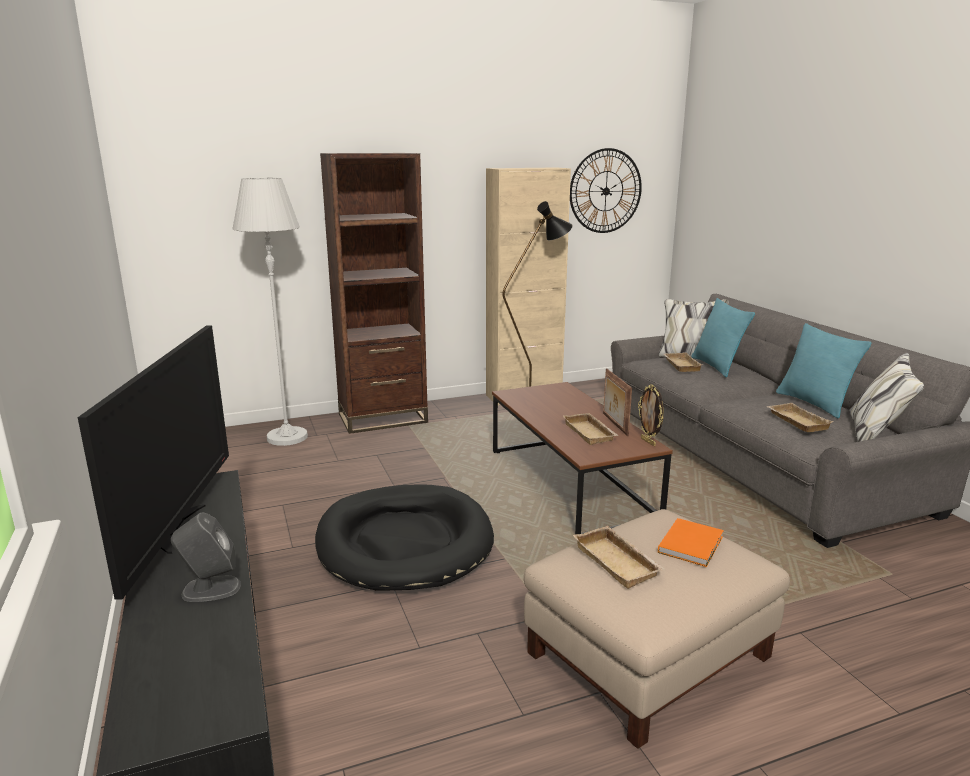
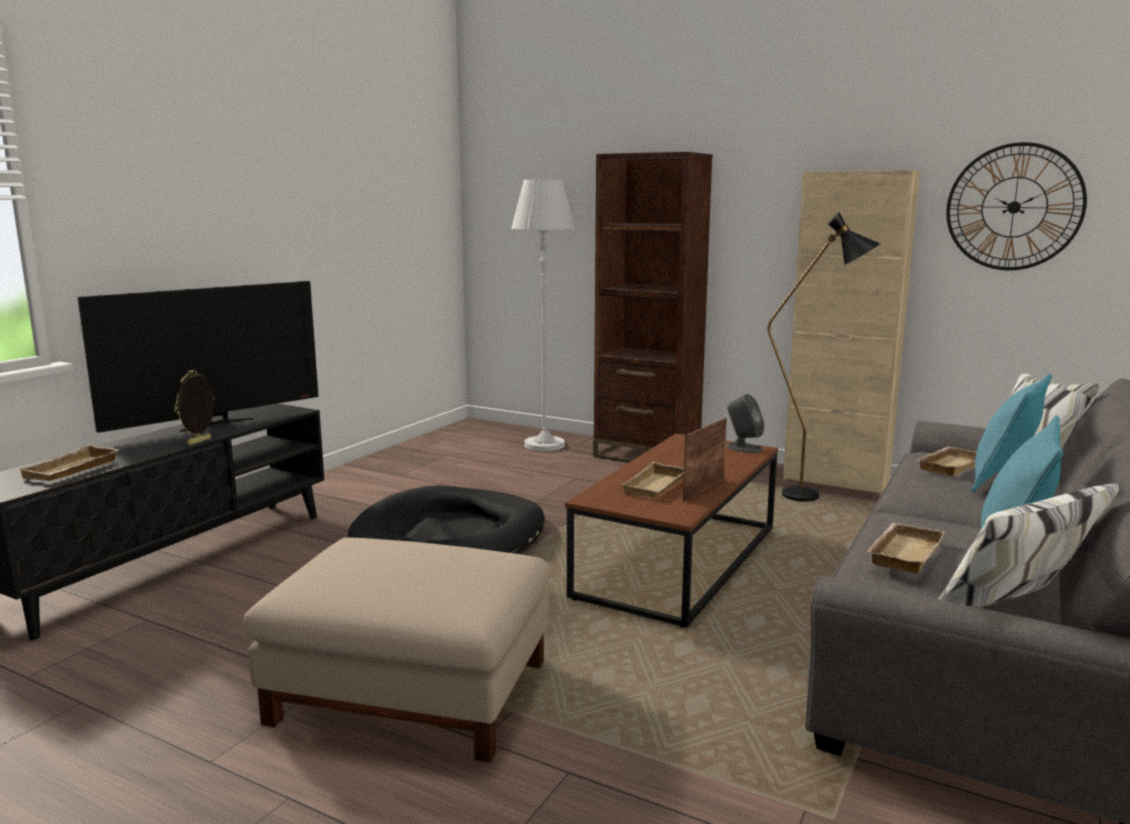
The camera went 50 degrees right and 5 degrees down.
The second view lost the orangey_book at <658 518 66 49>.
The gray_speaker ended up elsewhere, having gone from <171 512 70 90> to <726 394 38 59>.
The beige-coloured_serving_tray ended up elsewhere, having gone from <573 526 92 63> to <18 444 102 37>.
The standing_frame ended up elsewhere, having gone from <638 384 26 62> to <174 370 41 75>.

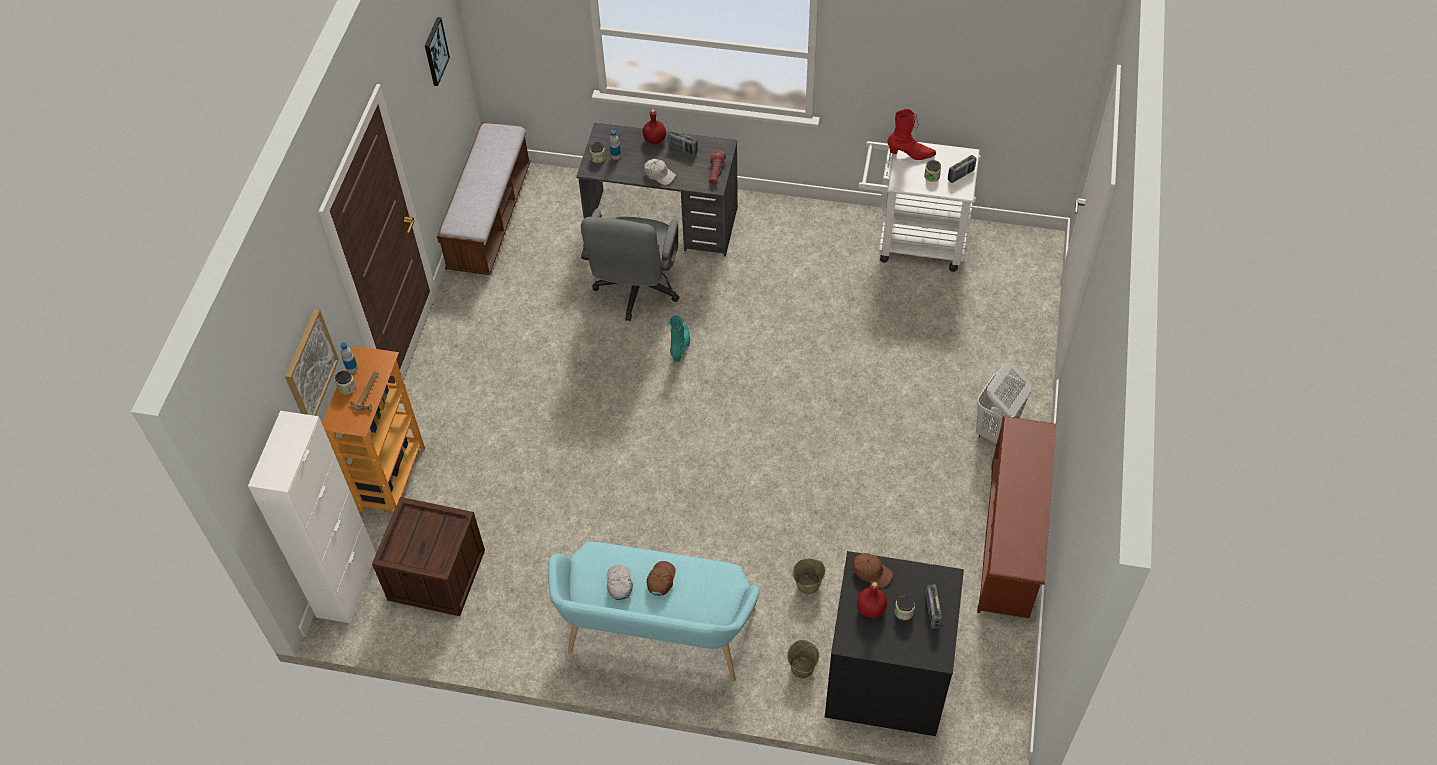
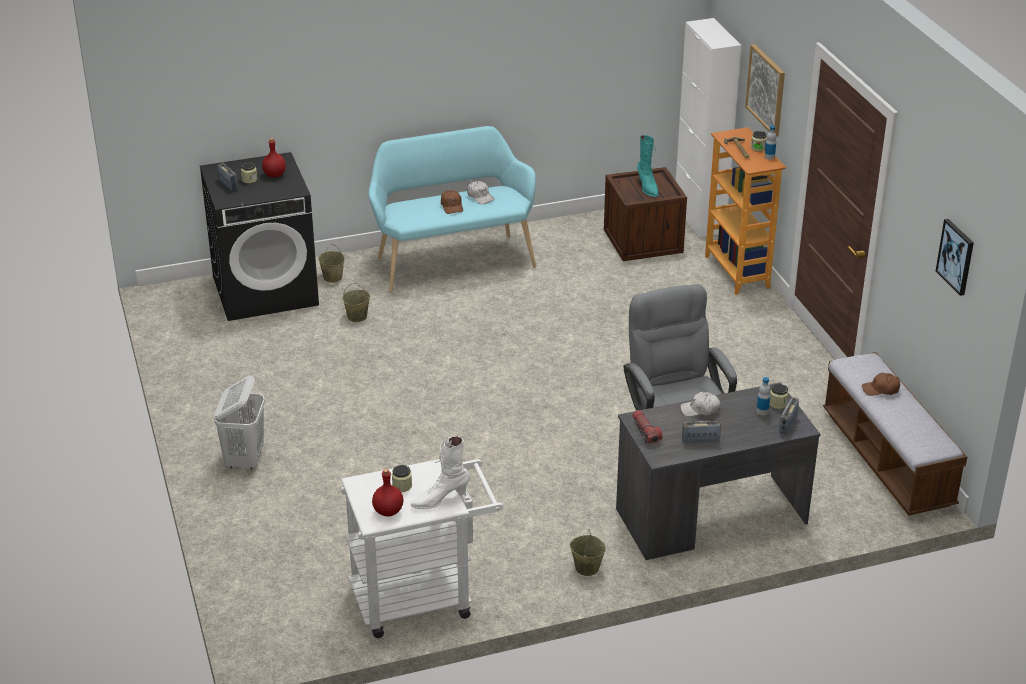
The camera went 150 degrees right and 20 degrees down.
The second view lost the brown_shoe_stand at <977 416 79 202>.
The second view gained the beige-coloured_water_bucket at <569 529 37 47>.
The red-coloured_drink_bottle ended up elsewhere, having gone from <643 109 23 35> to <372 468 31 49>.
The turquoise_tall_boot ended up elsewhere, having gone from <670 314 20 48> to <637 135 22 62>.
The brown_baseball_cap ended up elsewhere, having gone from <852 553 41 35> to <862 373 38 23>.
The radio ended up elsewhere, having gone from <948 155 29 28> to <779 397 20 38>.
What was the red-coloured_tall_boot at <887 109 49 51> turned into the white-coloured_tall_boot at <410 436 60 73>.

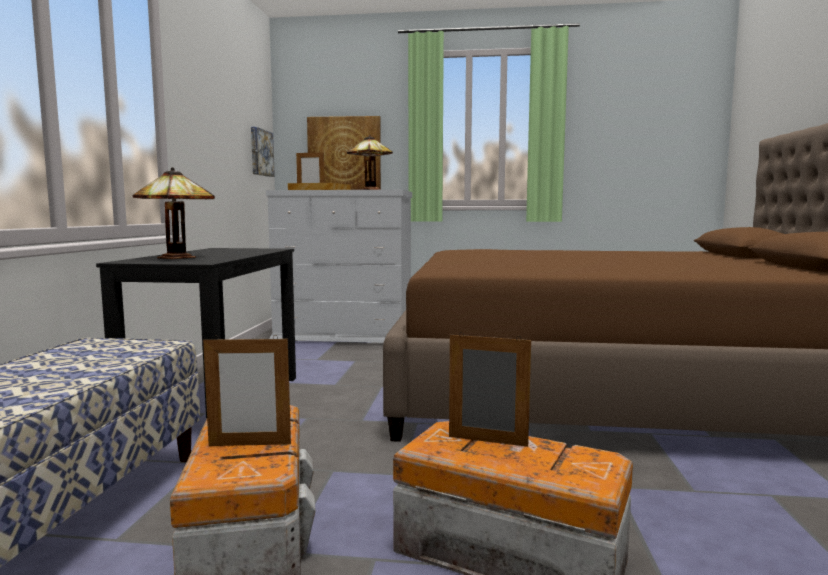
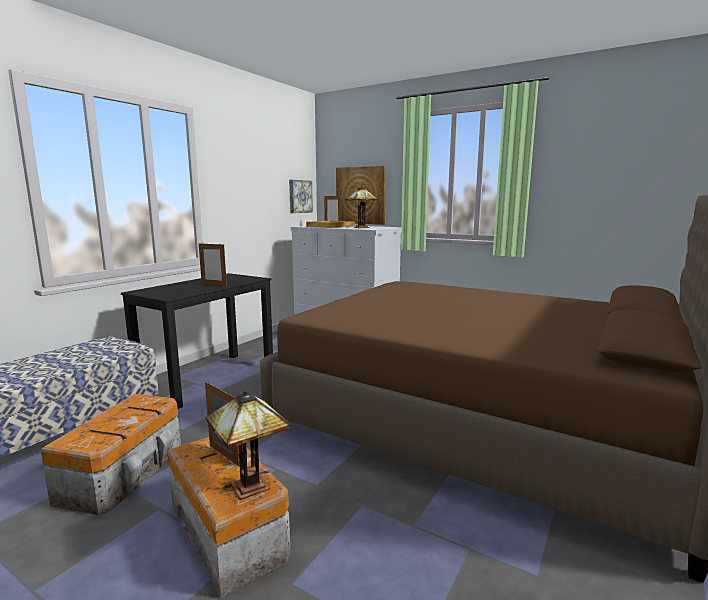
The camera went 25 degrees right and 5 degrees up.
The tabletop_lamp ended up elsewhere, having gone from <133 167 82 92> to <206 390 85 110>.
The standing_frame ended up elsewhere, having gone from <203 335 88 111> to <199 243 28 43>.

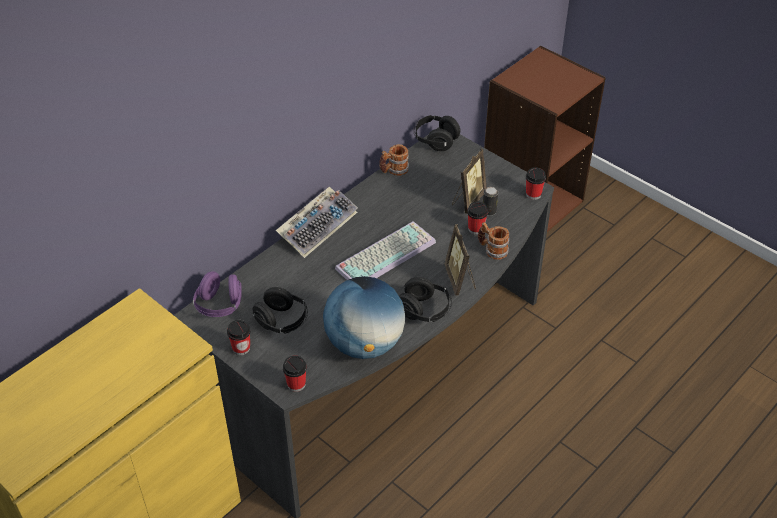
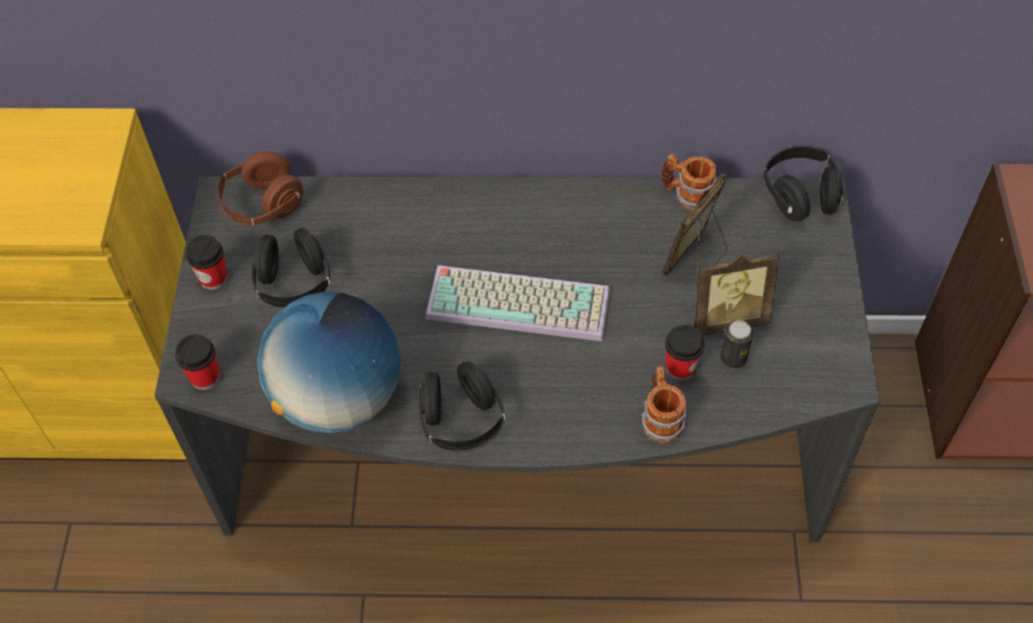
The camera went 50 degrees right and 10 degrees up.
The second view lost the keyboard at <276 186 82 72>.
The second view lost the drinking_cup at <526 168 20 32>.
The standing_frame ended up elsewhere, having gone from <445 224 31 71> to <661 174 66 113>.
What was the purple-coloured_headset at <193 271 49 46> turned into the brown_headset at <215 151 88 75>.

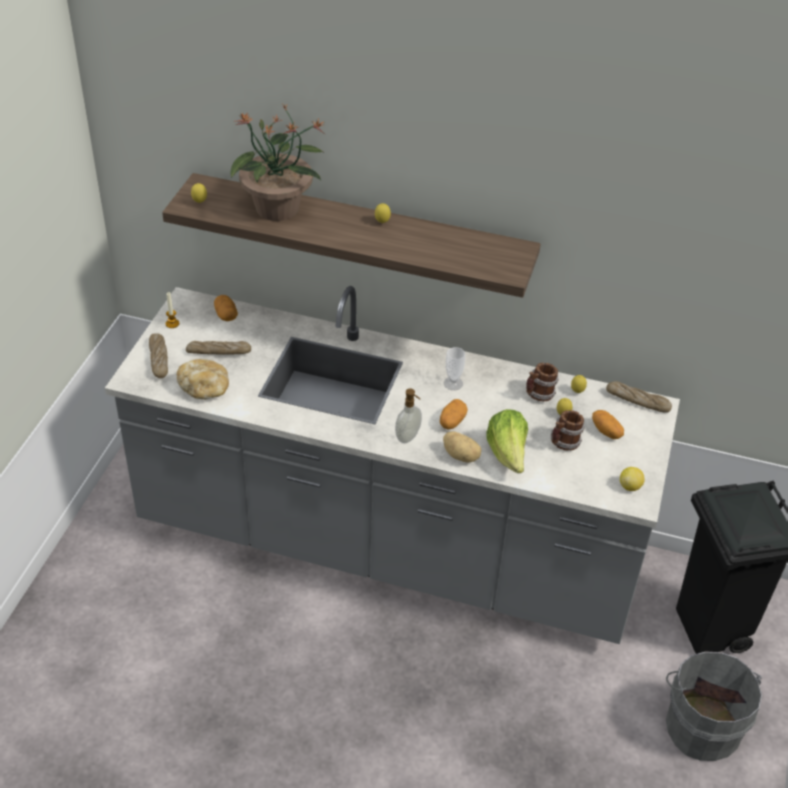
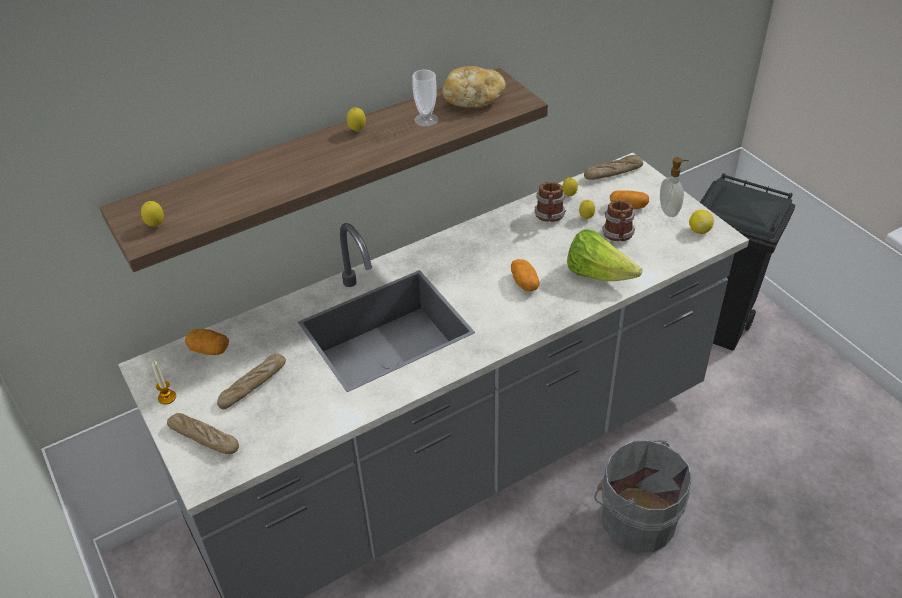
The camera went 45 degrees left and 0 degrees up.
The second view lost the houseplant at <230 104 95 117>.
The second view lost the potato at <443 431 38 32>.
The bakery_bread ended up elsewhere, having gone from <176 359 53 41> to <443 66 63 42>.
The soap_dispenser ended up elsewhere, having gone from <395 388 27 55> to <660 157 29 60>.
The drinking_cup ended up elsewhere, having gone from <444 347 21 43> to <412 69 26 58>.
The gray_water_bucket ended up elsewhere, having gone from <666 651 96 110> to <594 440 98 112>.

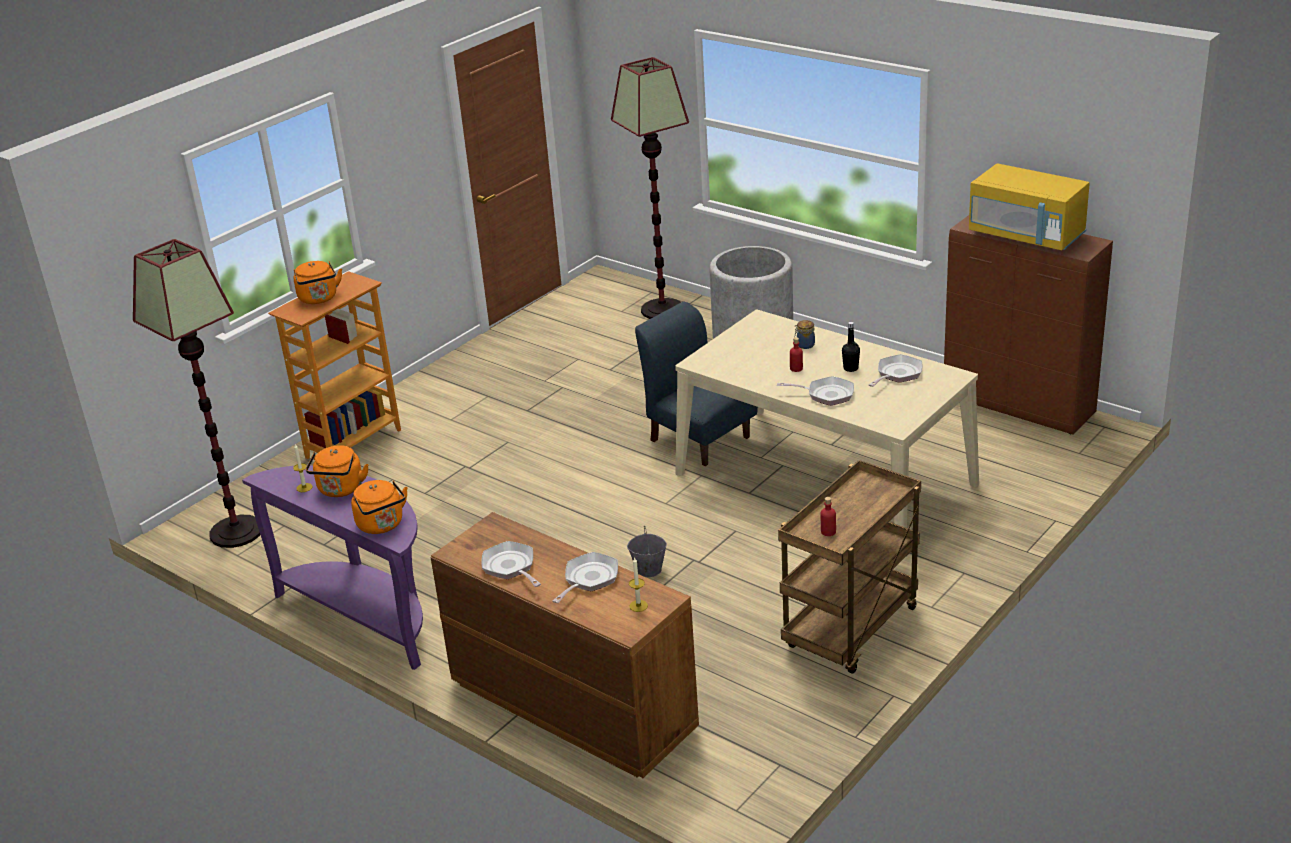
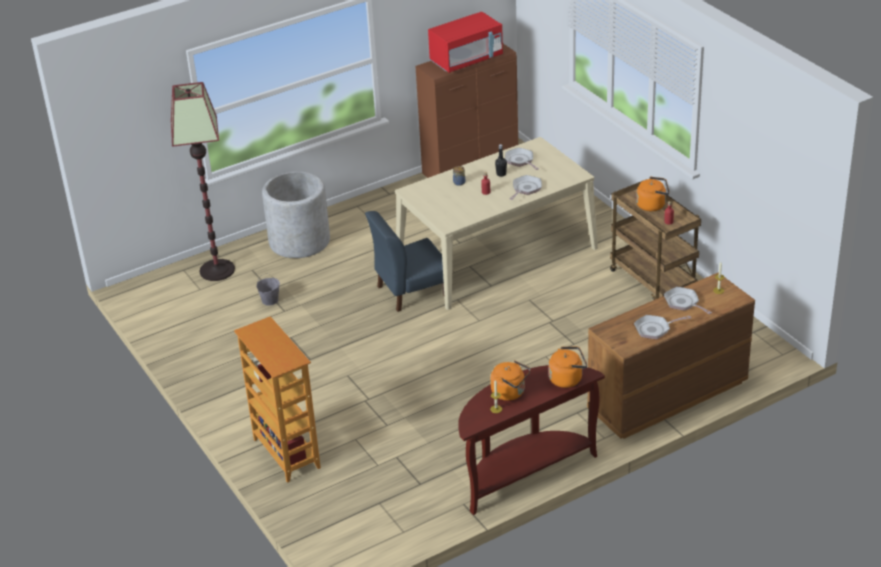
The camera went 70 degrees left and 5 degrees up.
The second view lost the floor_lamp at <133 239 127 309>.
The orangey_water_kettle ended up elsewhere, having gone from <294 261 48 43> to <636 177 33 34>.
The gray_water_bucket ended up elsewhere, having gone from <627 526 40 51> to <257 273 23 33>.
What was the purple-coloured_console_table at <242 465 181 205> turned into the brown_console_table at <458 365 147 150>.
What was the yellowish_microwave at <969 163 121 87> turned into the red-coloured_microwave at <428 12 75 61>.

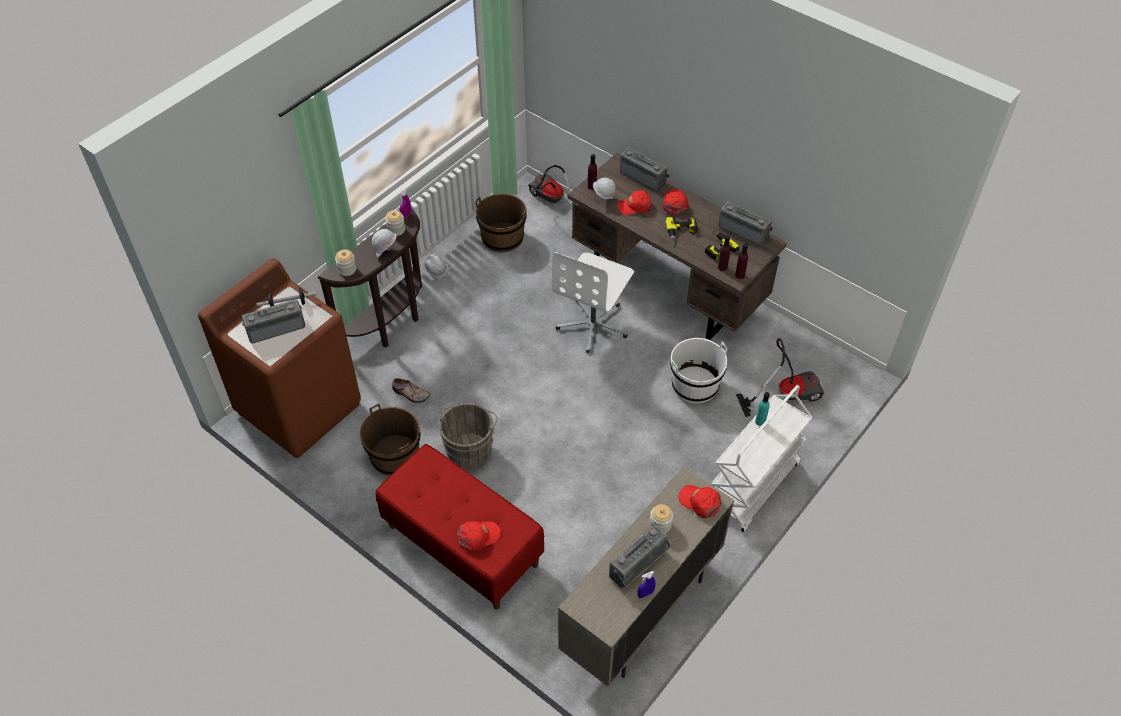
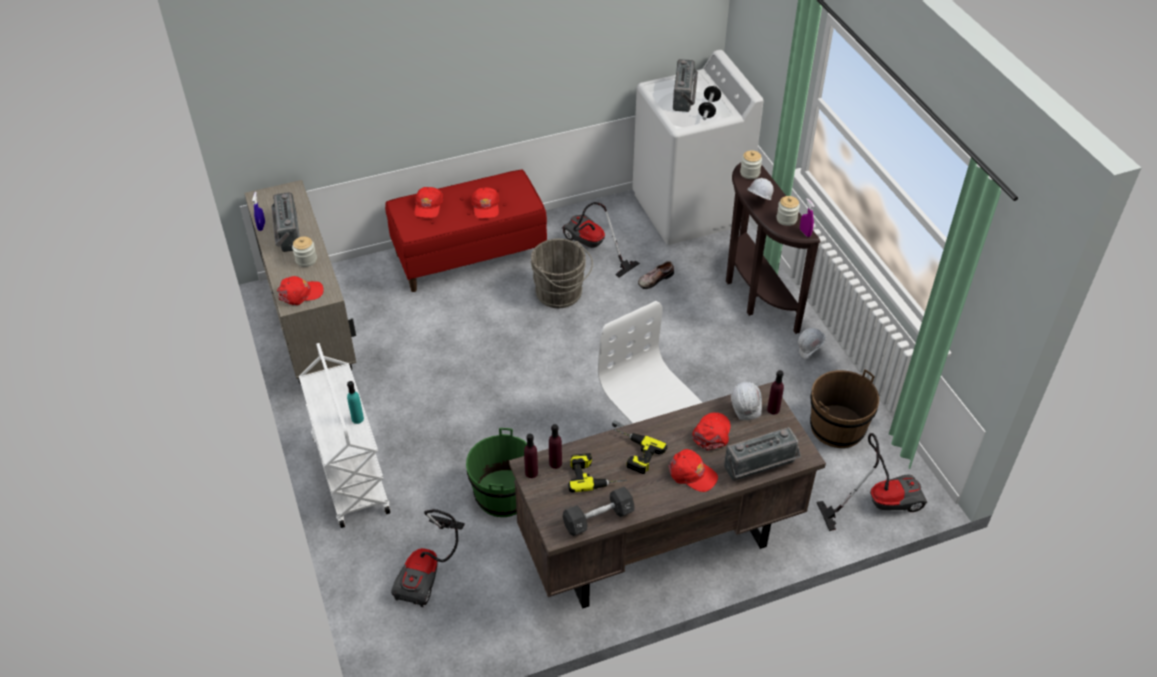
The camera went 120 degrees right and 5 degrees down.
The second view gained the red-coloured_baseball_cap at <471 187 29 32>.
Where the brown_water_bucket stood at <360 404 61 72>, the vacuum came to stand at <562 202 78 76>.
Where the radio stood at <718 201 55 45>, the black-coloured_hand_weight came to stand at <563 487 72 49>.
What was the brown_laundry_appliance at <198 258 163 200> turned into the white-coloured_laundry_appliance at <632 50 131 195>.
What was the white-coloured_water_bucket at <670 338 58 65> turned into the green-coloured_water_bucket at <466 428 61 89>.

